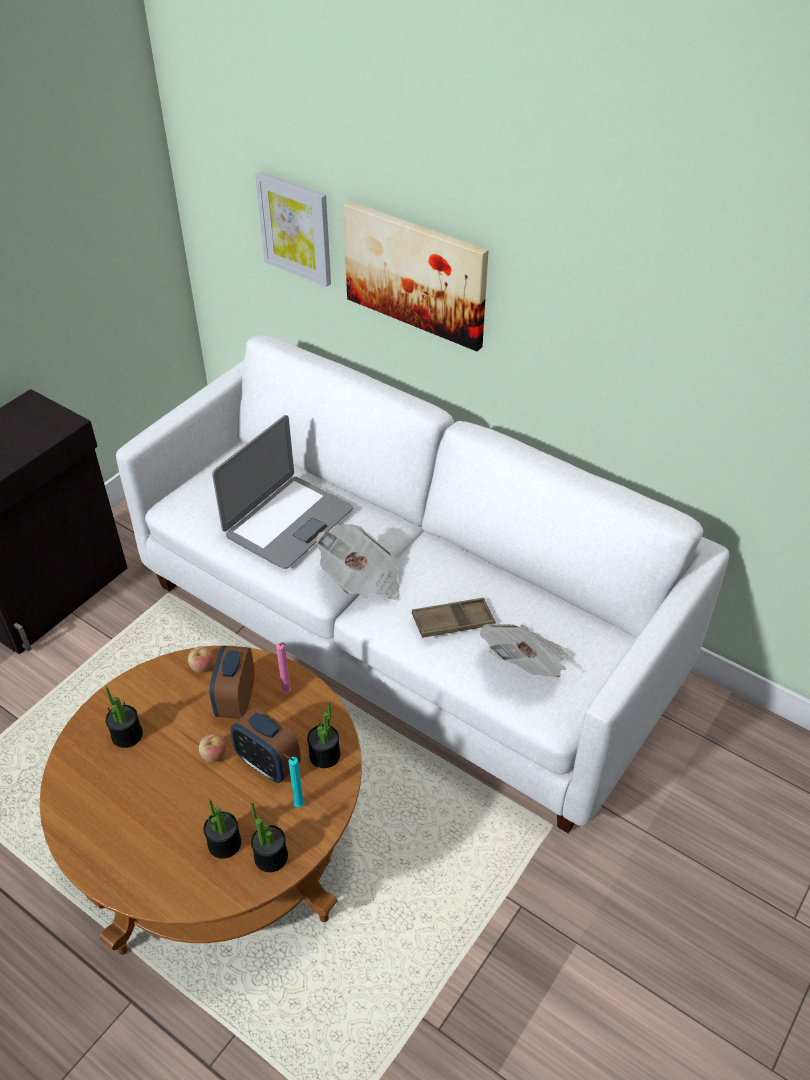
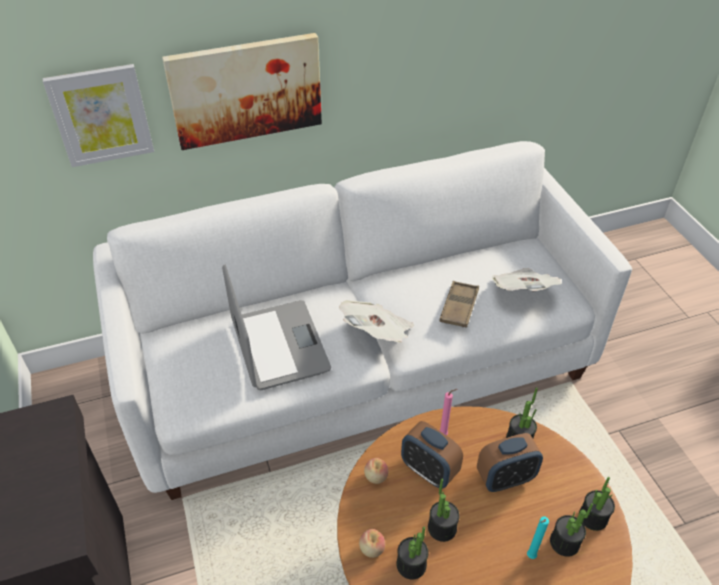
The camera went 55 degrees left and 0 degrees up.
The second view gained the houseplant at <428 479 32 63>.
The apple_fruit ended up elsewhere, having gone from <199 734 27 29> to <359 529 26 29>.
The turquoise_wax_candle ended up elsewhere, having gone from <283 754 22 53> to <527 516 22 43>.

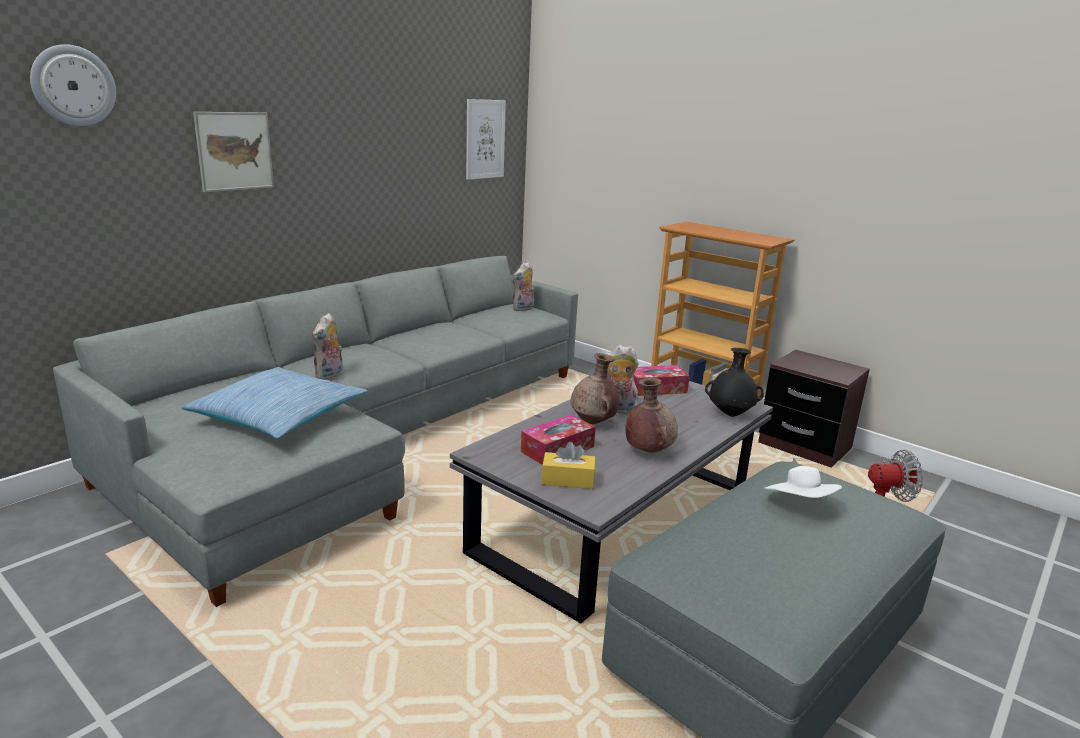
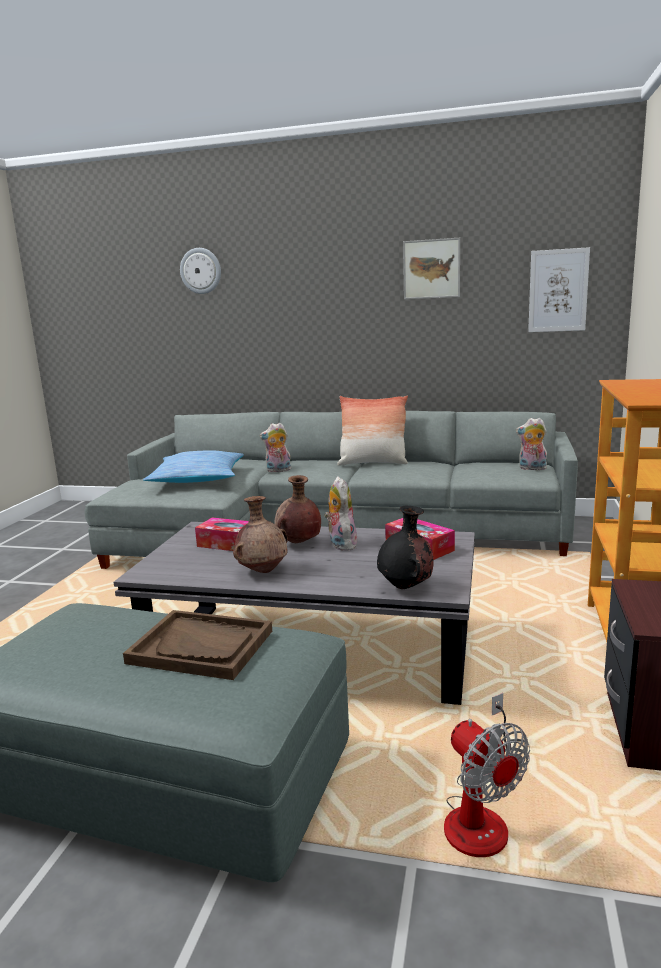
The camera went 65 degrees right and 5 degrees down.
The second view lost the yellowish_tissue_box at <542 442 54 47>.
The second view gained the cushion at <337 395 71 71>.
The picture ended up elsewhere, having gone from <193 112 81 80> to <403 238 57 61>.
Where the white-coloured_clothing_hat stood at <764 466 78 32>, the brown_serving_tray came to stand at <123 610 149 70>.

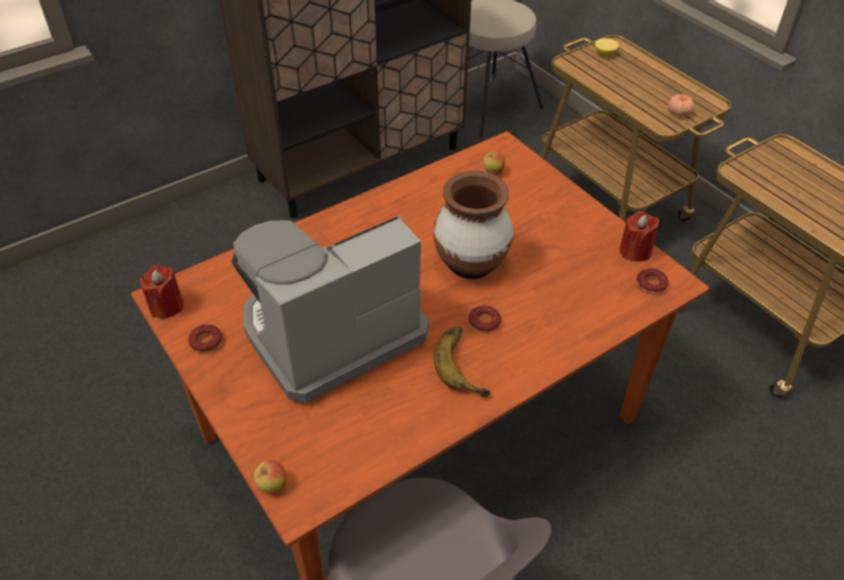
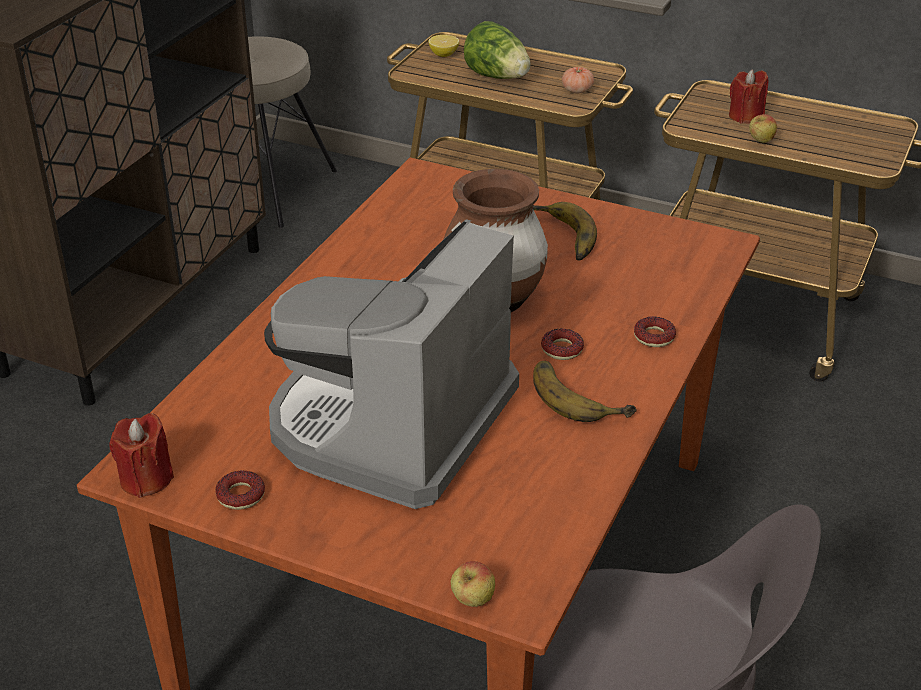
The camera went 30 degrees left and 10 degrees down.
The second view gained the lettuce at <464 21 67 58>.
The second view gained the banana at <533 202 64 59>.
The apple_fruit ended up elsewhere, having gone from <483 152 22 23> to <749 114 28 29>.
The red-coloured_wax_candle ended up elsewhere, having gone from <619 211 41 51> to <729 69 39 54>.
The donut ended up elsewhere, having gone from <637 268 31 26> to <634 316 42 31>.

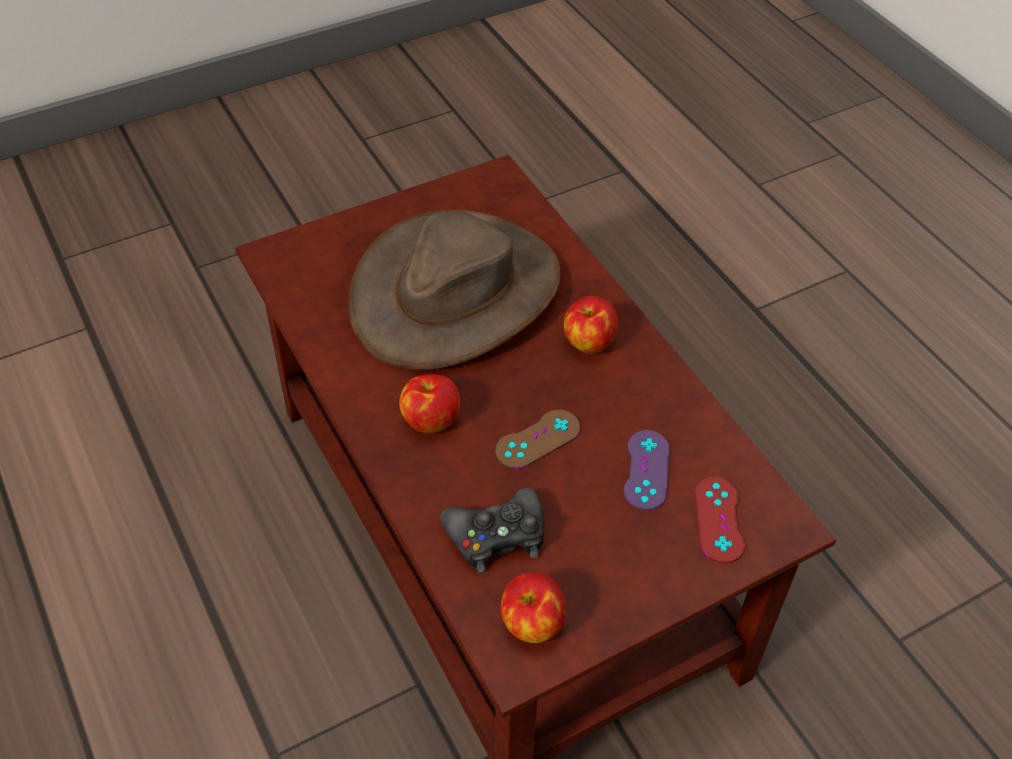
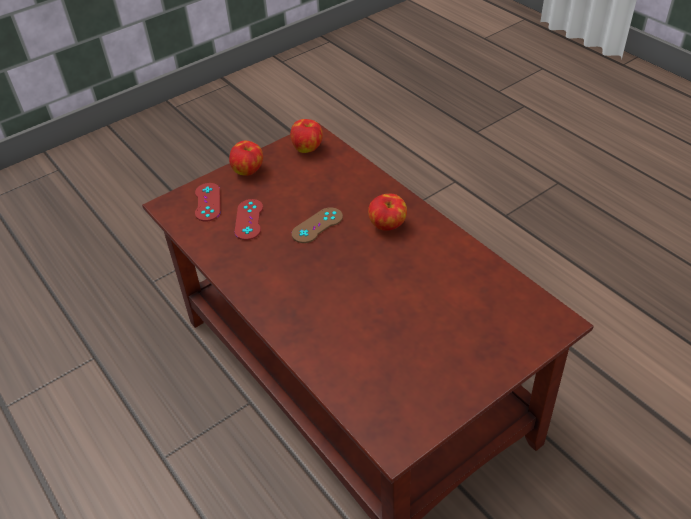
The camera went 175 degrees right and 5 degrees down.
The second view lost the brown_clothing_hat at <348 210 213 160>.
The second view lost the black-coloured_gamepad at <440 488 104 85>.
The apple_fruit ended up elsewhere, having gone from <564 296 54 58> to <229 141 34 35>.
What was the purple-coloured_gamepad at <624 430 46 80> turned into the red-coloured_gamepad at <235 199 28 41>.

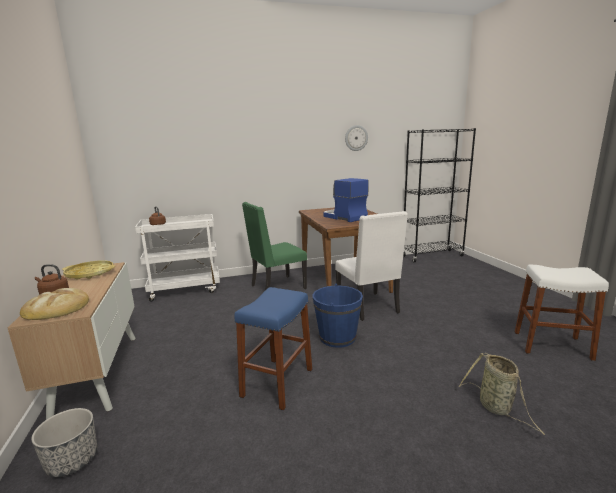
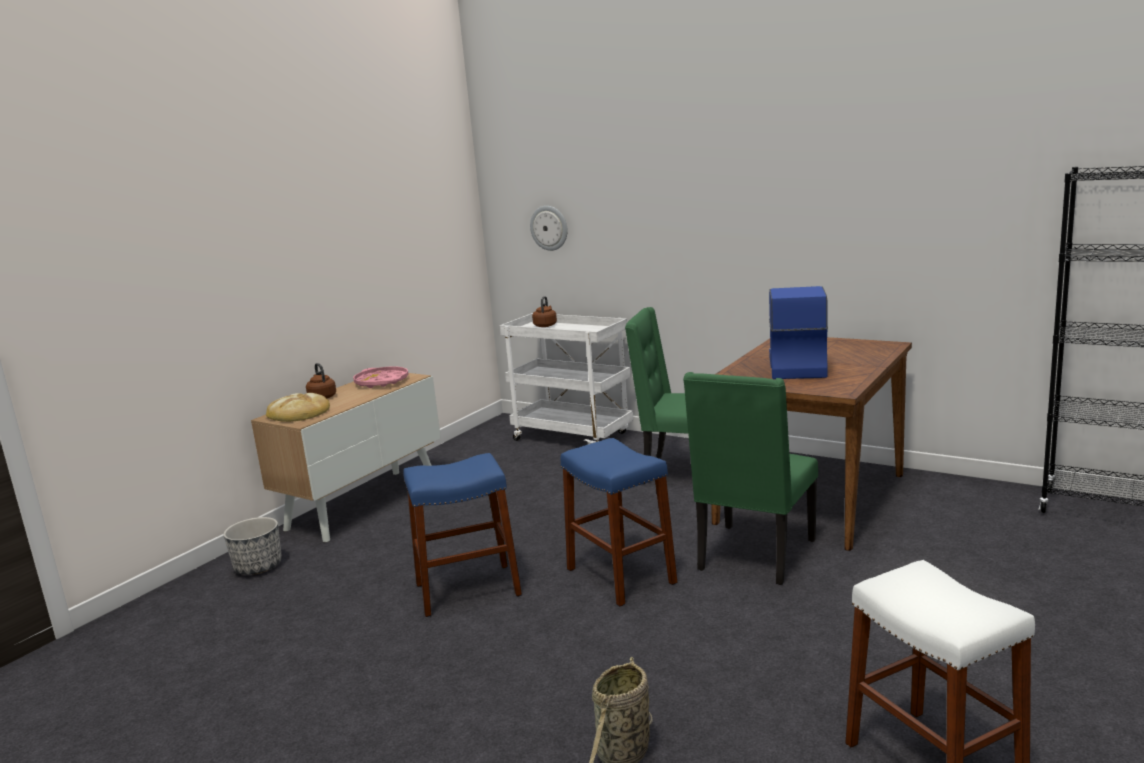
The camera went 50 degrees right and 0 degrees up.
The wall_clock ended up elsewhere, having gone from <345 125 23 26> to <530 206 38 45>.
Where the blue_water_bucket stood at <313 284 50 64>, the blue_stool came to stand at <560 438 118 169>.
What was the yellowish_serving_tray at <62 260 53 20> turned into the pink-coloured_serving_tray at <353 366 56 22>.
What was the white-coloured_plain_chair at <335 211 73 110> turned into the green-coloured_plain_chair at <683 372 135 213>.

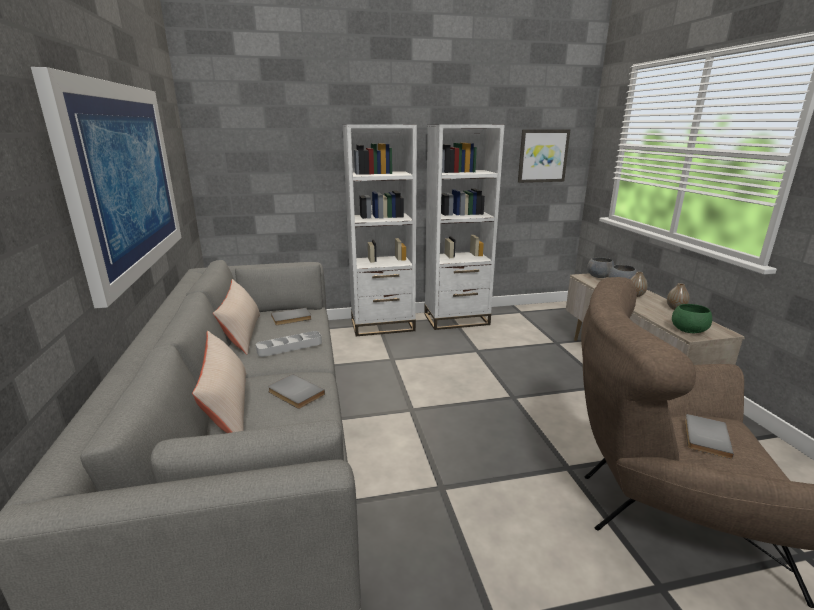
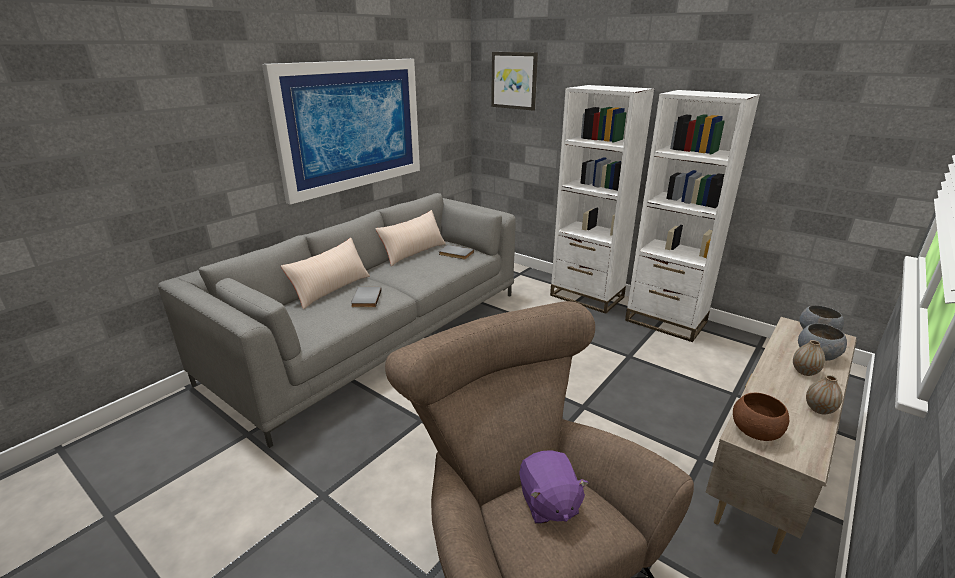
The camera went 50 degrees right and 5 degrees up.
The second view lost the gray_serving_tray at <256 331 66 26>.
The picture ended up elsewhere, having gone from <518 129 52 54> to <491 52 47 59>.
Where the gray_book stood at <685 414 49 45>, the purple-coloured_soft_toy came to stand at <519 450 70 74>.
What was the green-coloured_serving_bowl at <672 304 40 29> turned into the brown_serving_bowl at <733 393 56 48>.

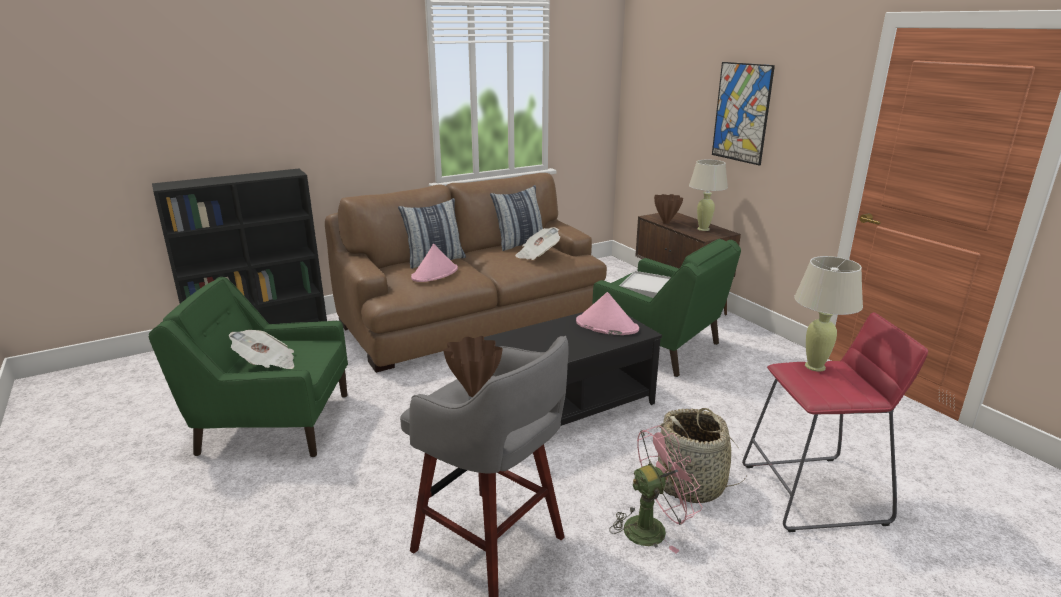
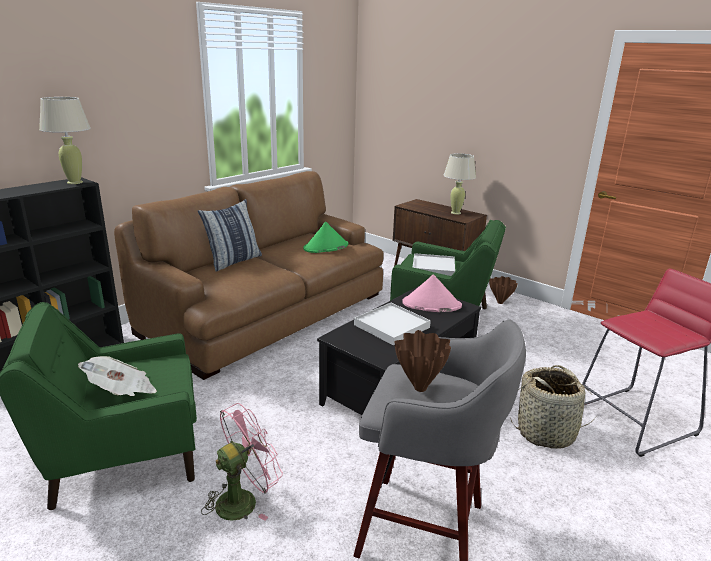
The camera went 20 degrees left and 0 degrees up.
The second view lost the pink-coloured_clothing_hat at <411 244 47 38>.
The second view lost the cushion at <490 185 53 66>.
The second view lost the picture at <712 62 63 104>.
The second view gained the white-coloured_serving_tray at <354 303 77 42>.
The pink-coloured_cooling_fan ended up elsewhere, having gone from <609 425 93 129> to <201 403 82 118>.
The brown_vase ended up elsewhere, having gone from <654 194 29 30> to <489 276 29 28>.
The beige-coloured_tabletop_lamp ended up elsewhere, having gone from <795 256 68 116> to <39 97 52 87>.
Where the newspaper stood at <515 227 45 33>, the green-coloured_clothing_hat came to stand at <303 222 45 31>.

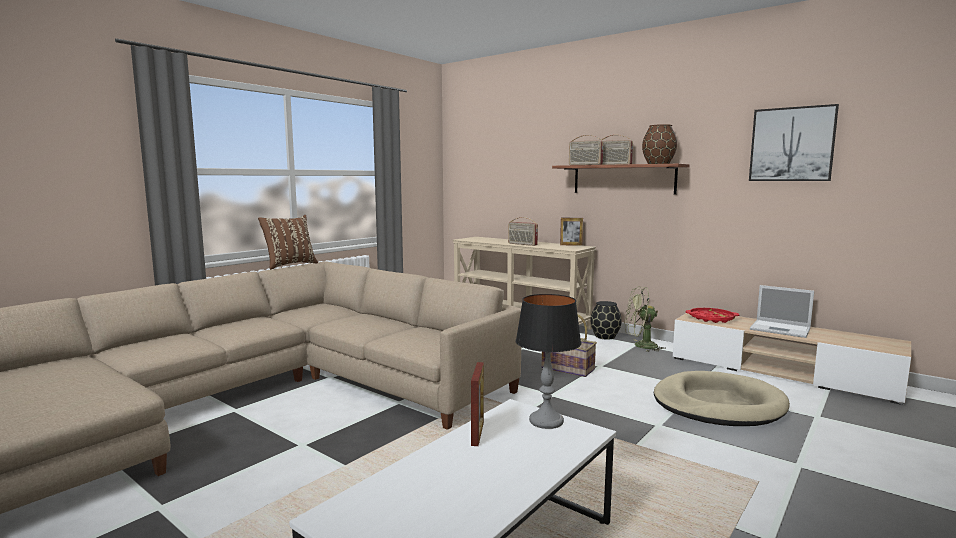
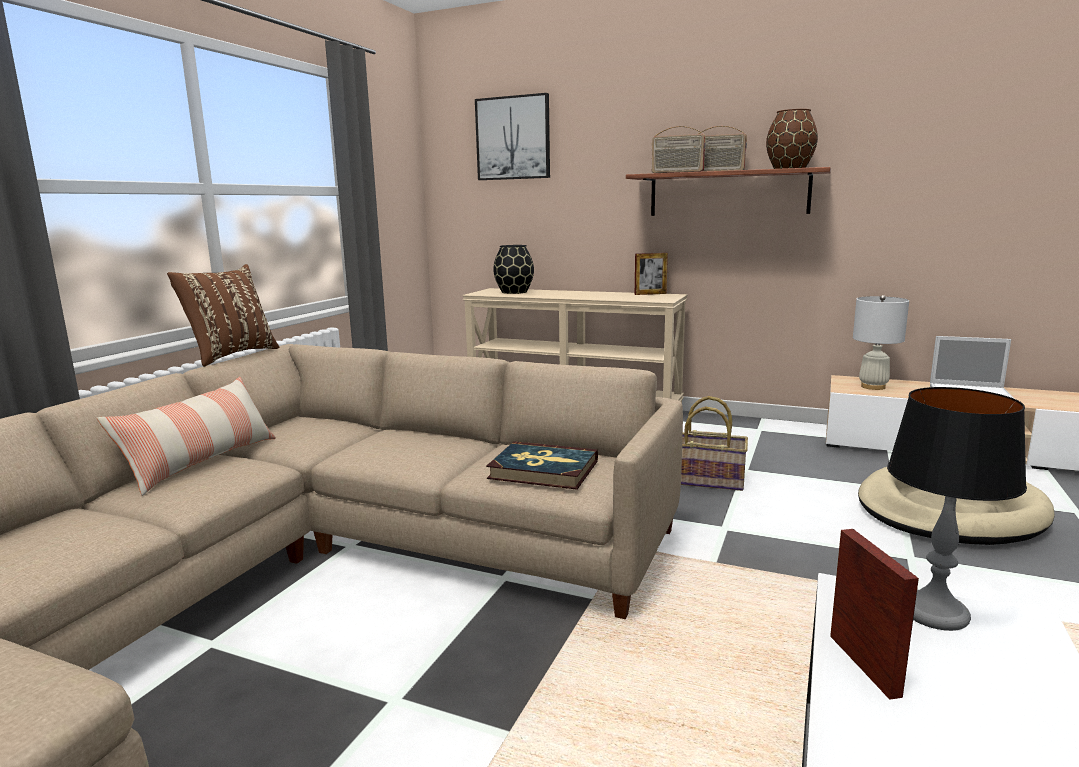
The camera went 15 degrees left and 5 degrees up.
The second view lost the radio at <508 217 30 29>.
The second view lost the green-coloured_cooling_fan at <625 286 41 66>.
The second view gained the cushion at <97 377 179 119>.
The second view gained the book at <486 441 112 49>.
The black-coloured_vase ended up elsewhere, having gone from <590 301 32 39> to <493 245 41 49>.
The picture ended up elsewhere, having gone from <749 104 90 77> to <475 93 75 87>.
Where the red-coloured_serving_tray stood at <686 308 53 15>, the white-coloured_tabletop_lamp came to stand at <853 295 56 95>.

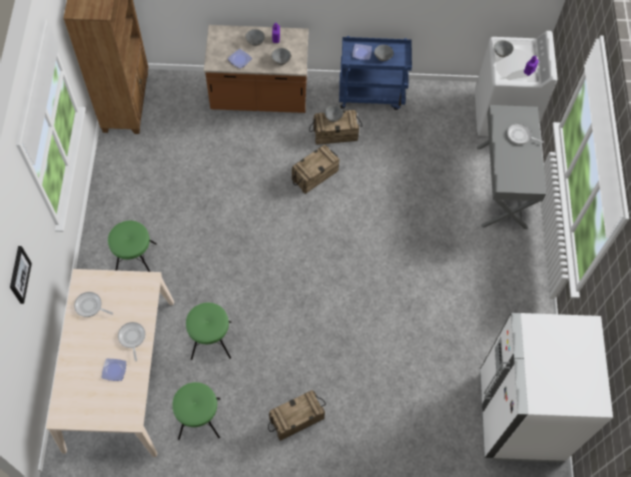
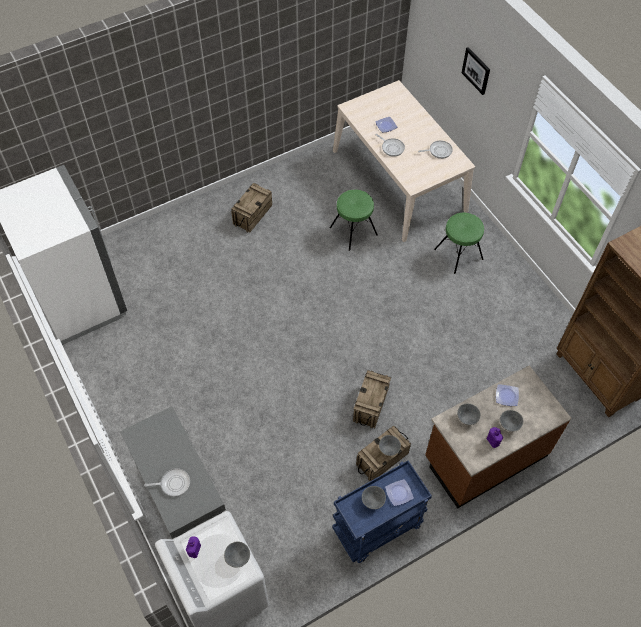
The camera went 150 degrees right and 5 degrees down.
The second view lost the green-coloured_stool at <172 382 48 58>.

